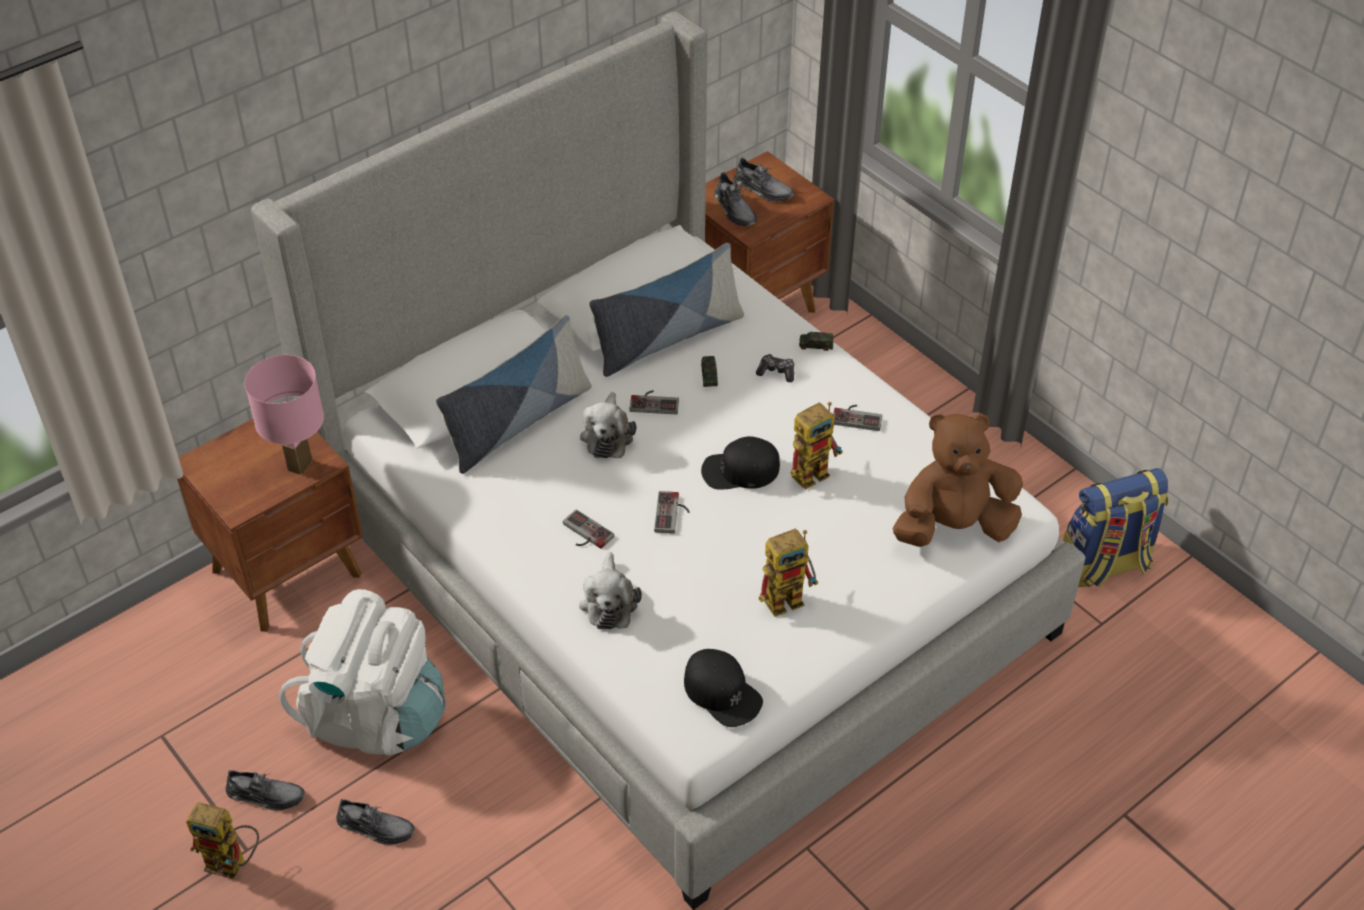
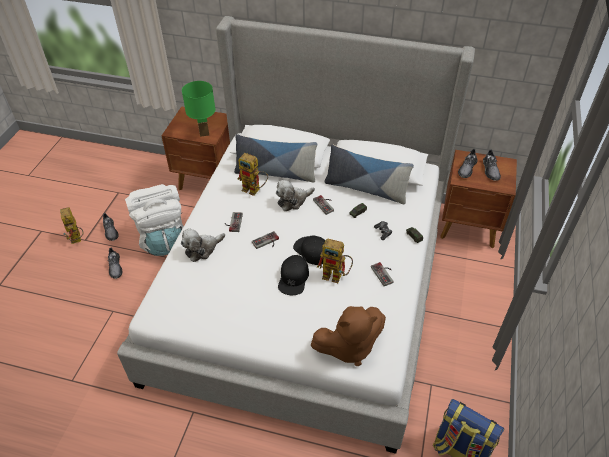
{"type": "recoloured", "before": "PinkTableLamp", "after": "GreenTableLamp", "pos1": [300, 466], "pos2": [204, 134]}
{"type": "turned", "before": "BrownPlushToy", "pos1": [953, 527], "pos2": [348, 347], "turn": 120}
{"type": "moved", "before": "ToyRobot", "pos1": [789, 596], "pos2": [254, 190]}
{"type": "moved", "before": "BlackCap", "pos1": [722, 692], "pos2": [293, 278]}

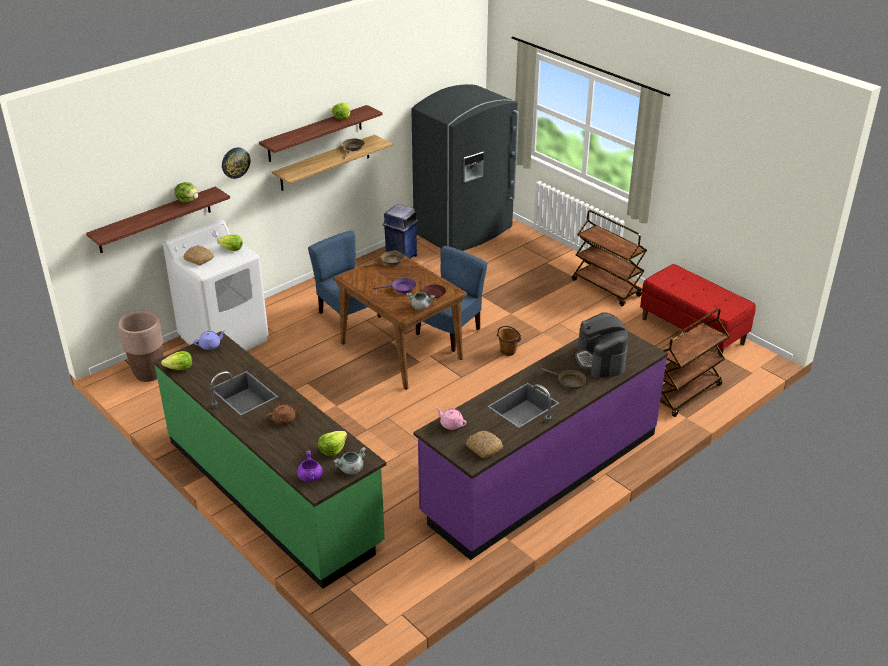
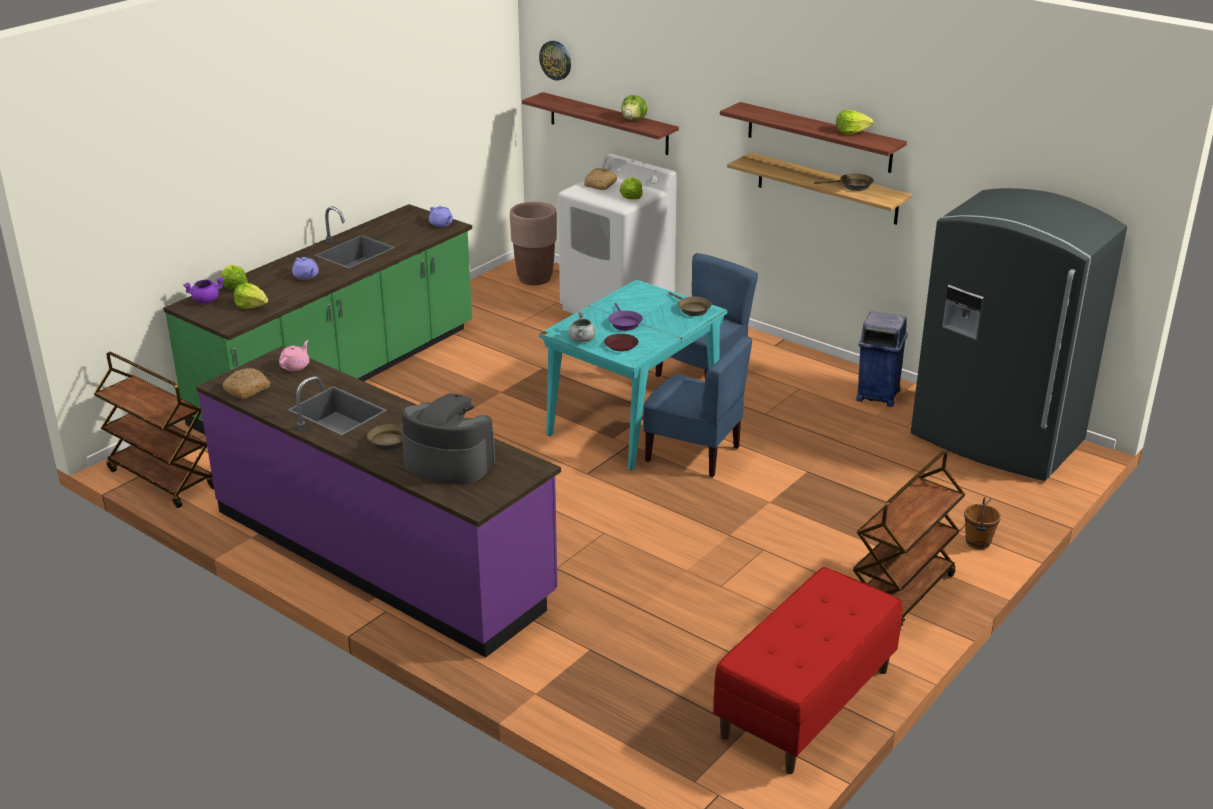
{"type": "moved", "before": "WallClock", "pos1": [235, 162], "pos2": [556, 60]}
{"type": "recoloured", "before": "BrownDiningTable", "after": "TurquoiseDiningTable", "pos1": [401, 351], "pos2": [633, 422]}
{"type": "moved", "before": "BrownCart", "pos1": [684, 394], "pos2": [161, 479]}
{"type": "turned", "before": "CoffeeMachine", "pos1": [600, 360], "pos2": [448, 463], "turn": 45}
{"type": "moved", "before": "BrownBucket", "pos1": [508, 351], "pos2": [978, 543]}
{"type": "moved", "before": "Lettuce", "pos1": [179, 368], "pos2": [234, 286]}
{"type": "recoloured", "before": "BrownTeapot", "after": "PurpleTeapot", "pos1": [285, 419], "pos2": [306, 276]}
{"type": "removed", "before": "GreyCookingPot", "pos1": [351, 470]}

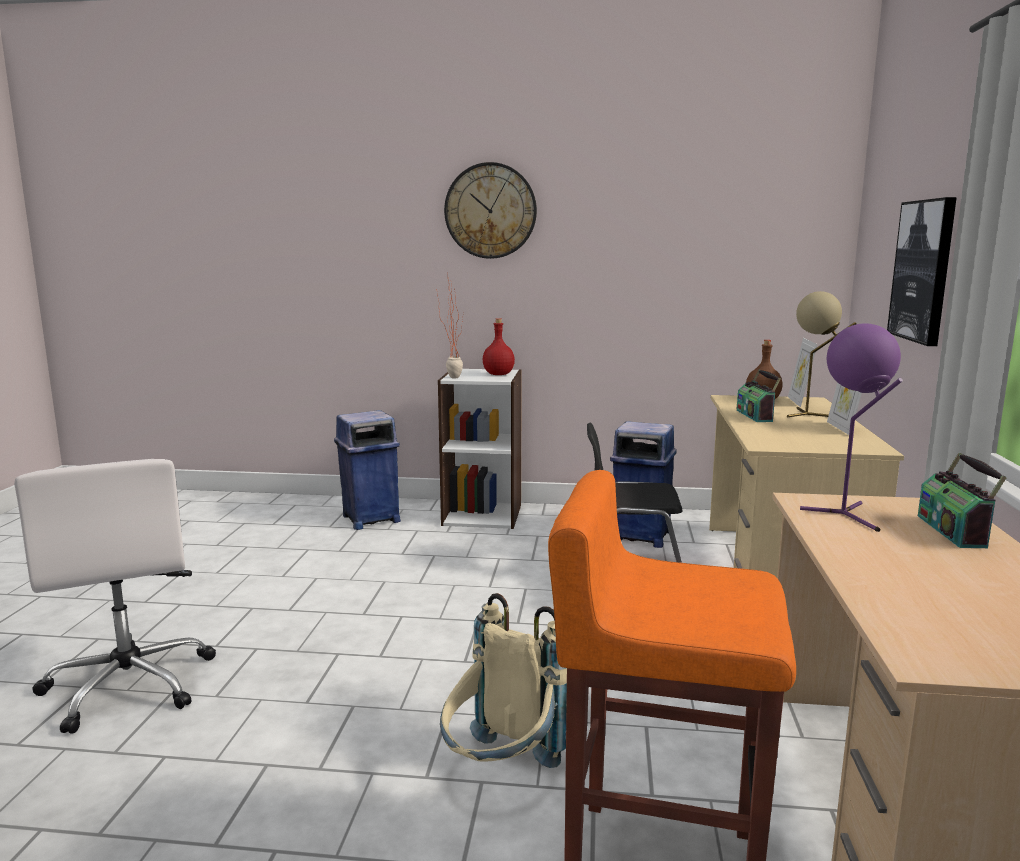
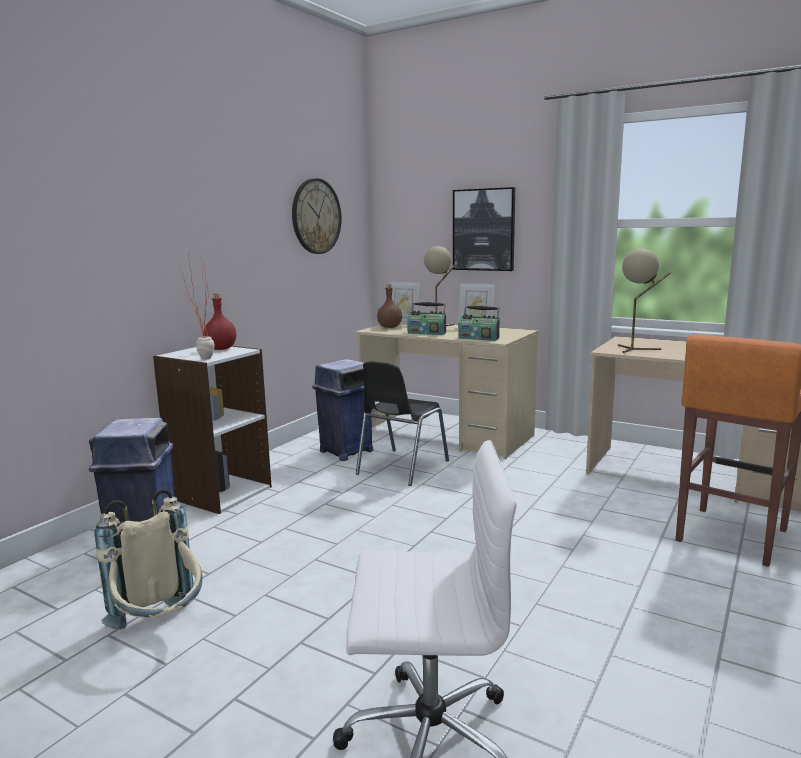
{"type": "moved", "before": "WallClock", "pos1": [490, 211], "pos2": [316, 216]}
{"type": "recoloured", "before": "PurpleTableLamp", "after": "BeigeTableLamp", "pos1": [847, 516], "pos2": [635, 349]}
{"type": "moved", "before": "Radio", "pos1": [953, 531], "pos2": [479, 338]}
{"type": "moved", "before": "BeigeBackpack", "pos1": [501, 772], "pos2": [161, 630]}

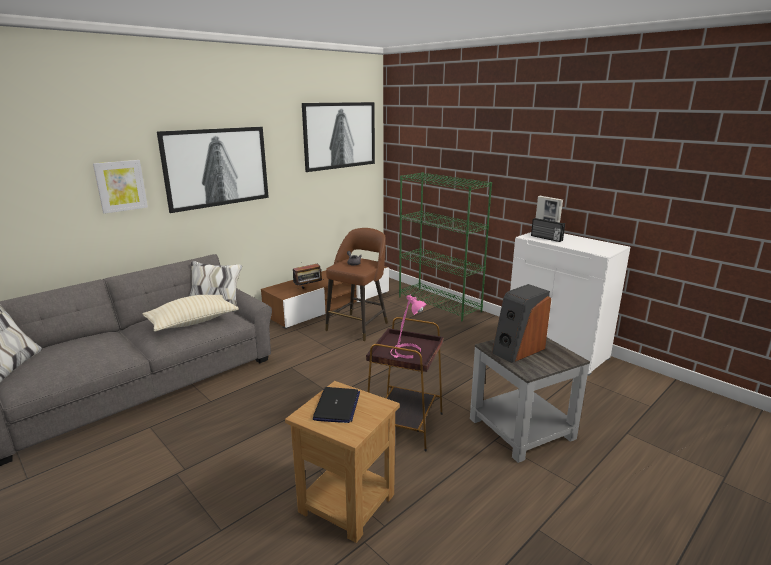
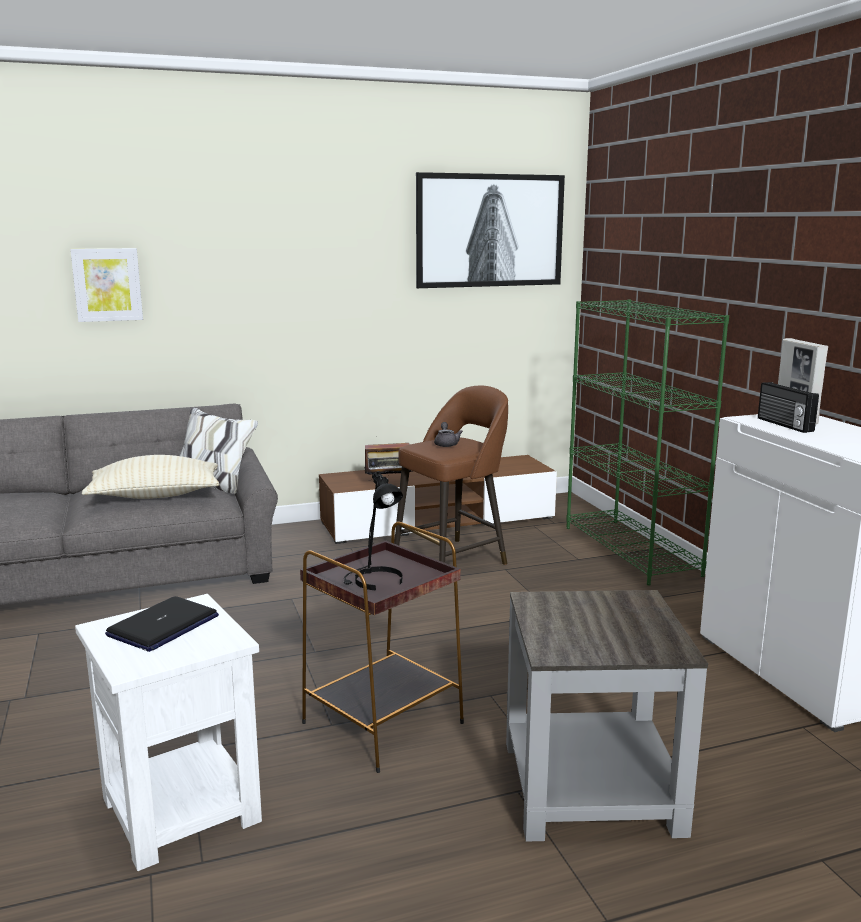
{"type": "removed", "before": "Picture", "pos1": [216, 167]}
{"type": "removed", "before": "Speaker", "pos1": [518, 350]}
{"type": "recoloured", "before": "PinkTableLamp", "after": "BlackTableLamp", "pos1": [407, 352], "pos2": [375, 581]}
{"type": "recoloured", "before": "BrownSideTable", "after": "WhiteSideTable", "pos1": [346, 503], "pos2": [180, 809]}

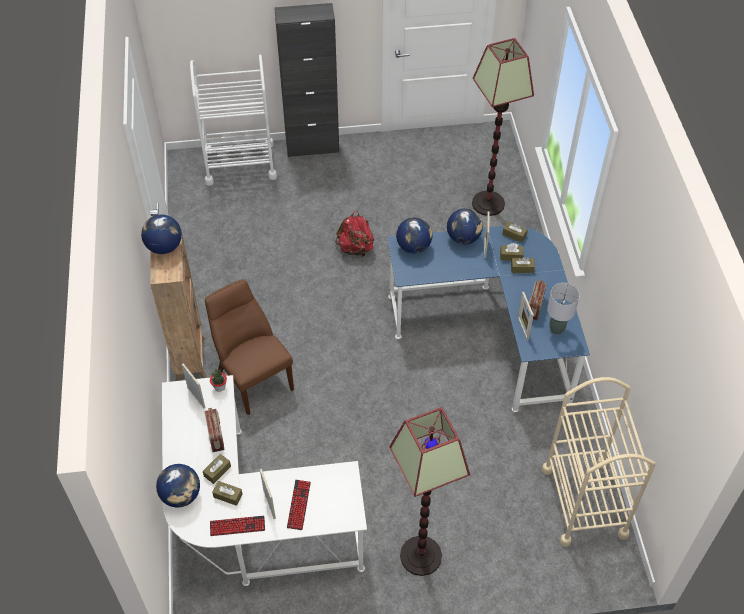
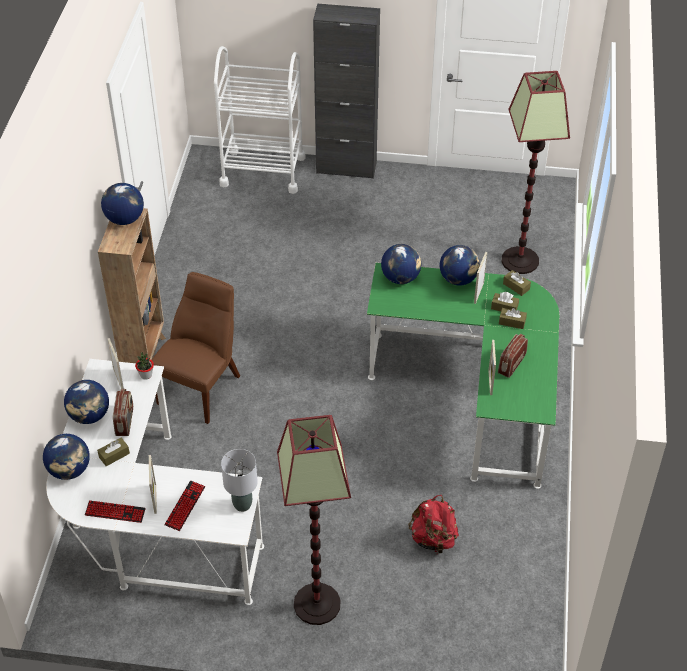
{"type": "moved", "before": "RedBackpack", "pos1": [355, 248], "pos2": [433, 539]}
{"type": "recoloured", "before": "BlueDesk", "after": "GreenDesk", "pos1": [490, 332], "pos2": [474, 393]}
{"type": "turned", "before": "BrownChair", "pos1": [253, 377], "pos2": [202, 387], "turn": 45}
{"type": "moved", "before": "GreyTableLamp", "pos1": [556, 329], "pos2": [242, 504]}
{"type": "removed", "before": "BeigeCart", "pos1": [584, 502]}
{"type": "removed", "before": "BrownTissueBox", "pos1": [228, 495]}
{"type": "added", "after": "Globe", "pos2": [89, 416]}

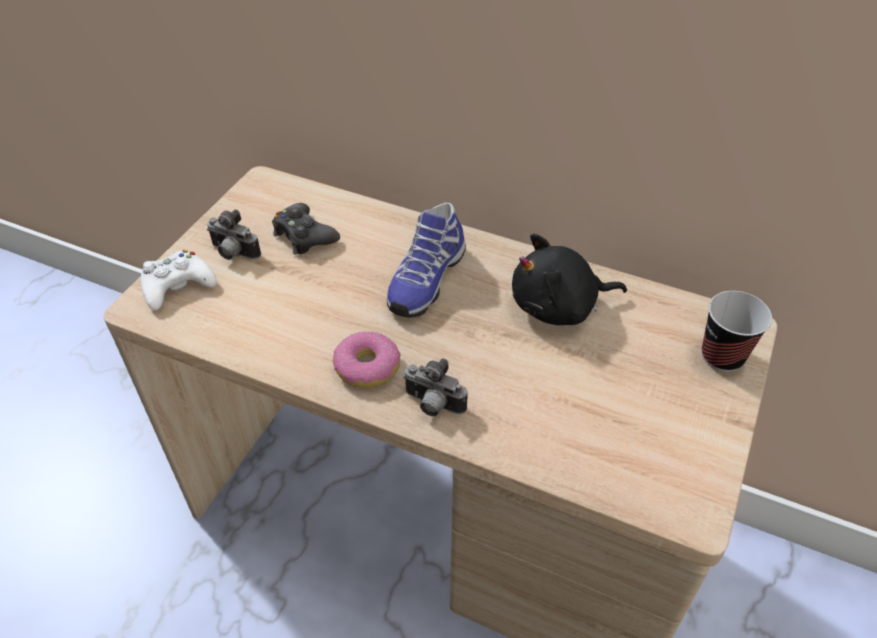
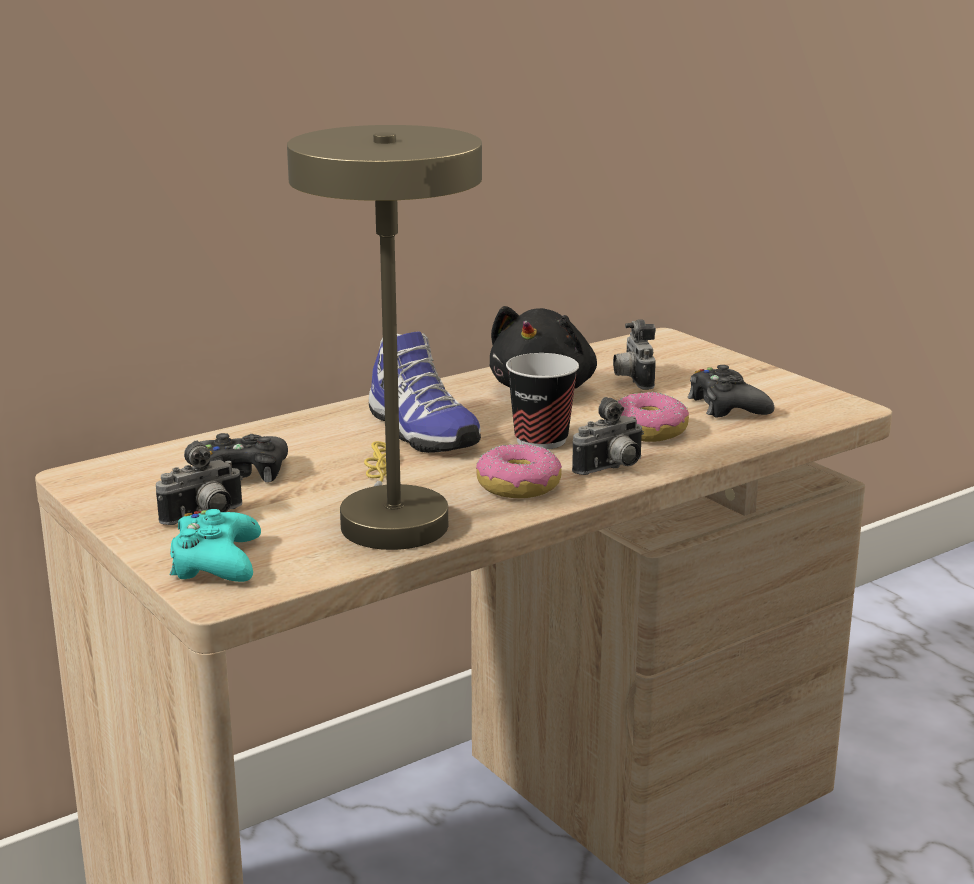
{"type": "recoloured", "before": "WhiteGameController", "after": "TurquoiseGameController", "pos1": [177, 286], "pos2": [216, 562]}
{"type": "moved", "before": "Cup", "pos1": [722, 356], "pos2": [541, 440]}
{"type": "added", "after": "BeigeTableLamp", "pos2": [391, 517]}
{"type": "added", "after": "PhotoCamera", "pos2": [632, 380]}
{"type": "added", "after": "BlackGameController", "pos2": [727, 406]}
{"type": "added", "after": "Donut", "pos2": [648, 431]}

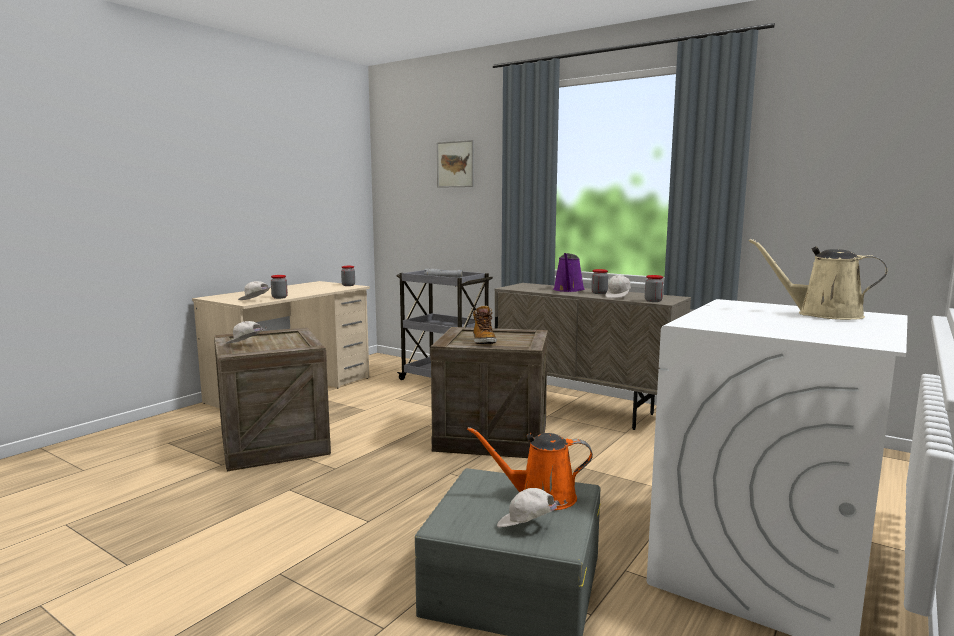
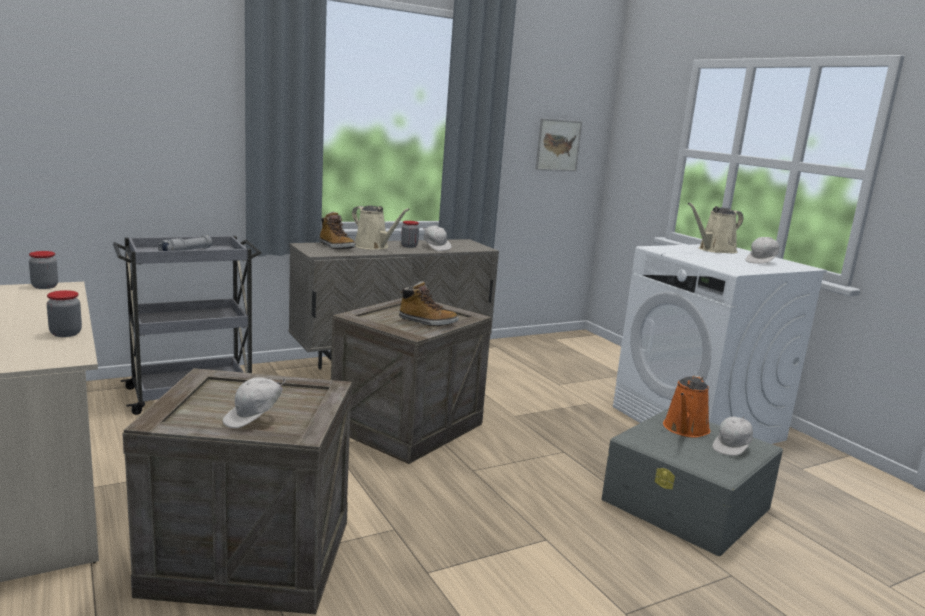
{"type": "moved", "before": "Picture", "pos1": [455, 164], "pos2": [558, 145]}
{"type": "recoloured", "before": "PurpleWateringCan", "after": "BeigeWateringCan", "pos1": [568, 290], "pos2": [373, 246]}
{"type": "removed", "before": "Jar", "pos1": [653, 301]}
{"type": "moved", "before": "WhiteCap", "pos1": [254, 301], "pos2": [762, 262]}
{"type": "added", "after": "Boot", "pos2": [336, 247]}

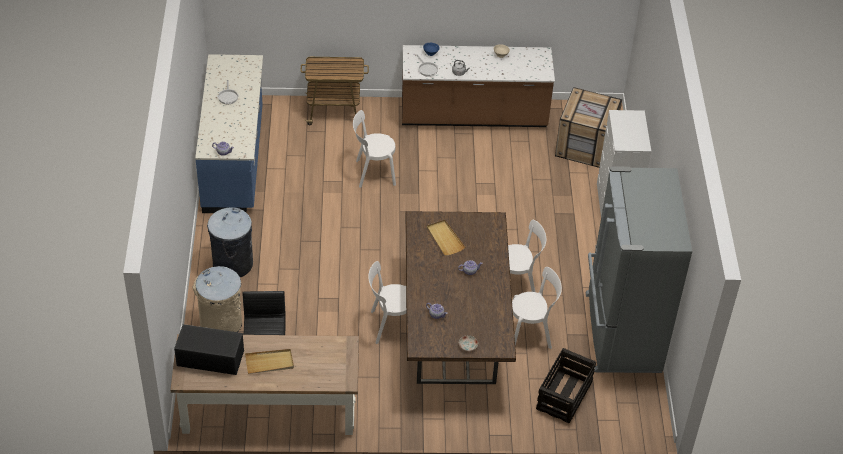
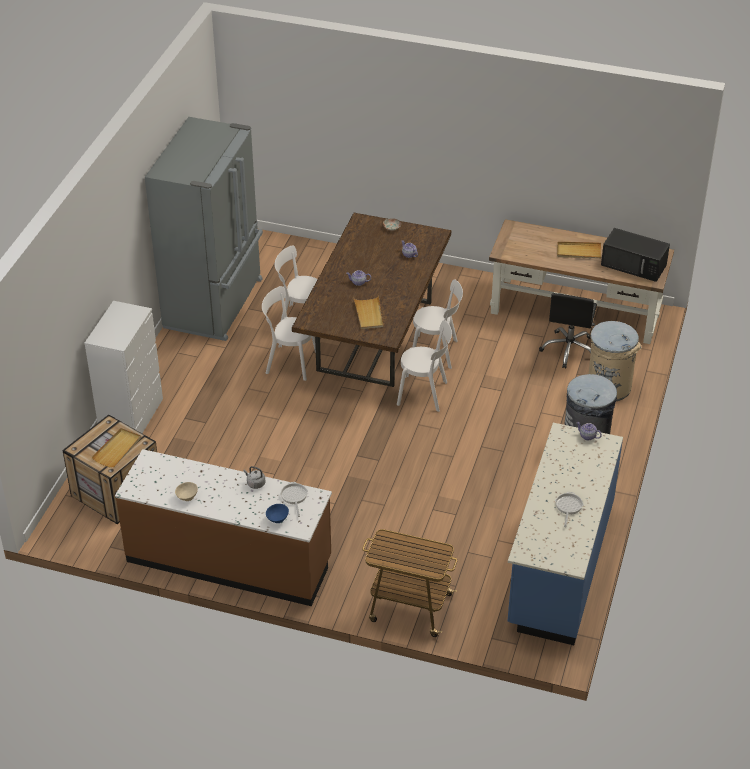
{"type": "moved", "before": "WhiteChair", "pos1": [373, 173], "pos2": [425, 394]}
{"type": "removed", "before": "Crate", "pos1": [564, 396]}
{"type": "added", "after": "BeigeTray", "pos2": [117, 449]}

